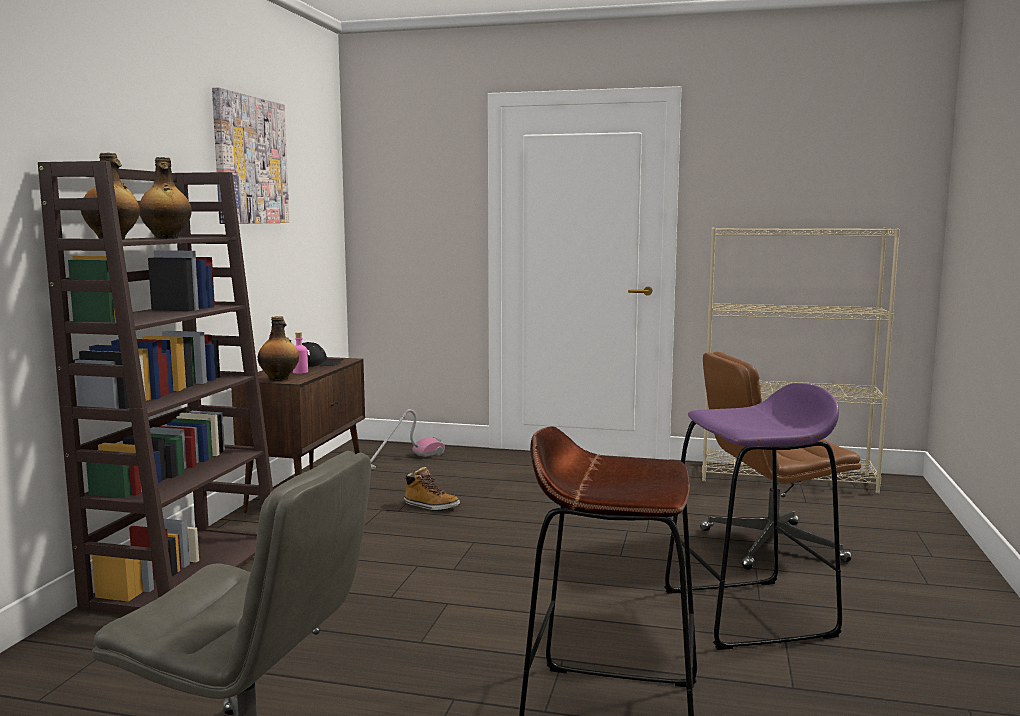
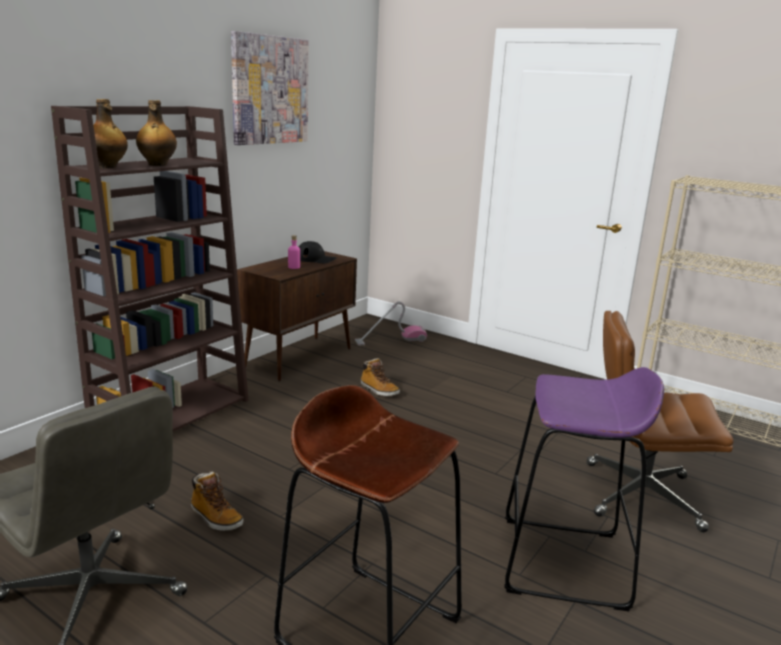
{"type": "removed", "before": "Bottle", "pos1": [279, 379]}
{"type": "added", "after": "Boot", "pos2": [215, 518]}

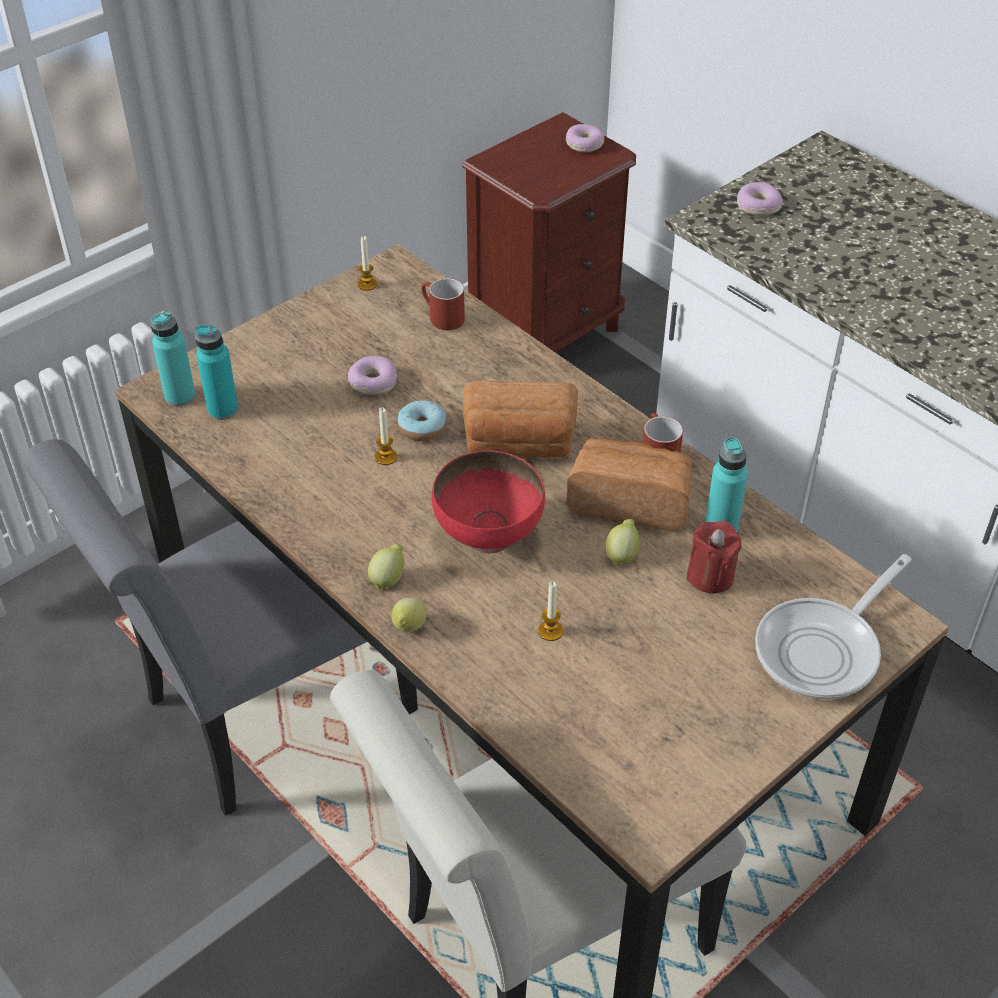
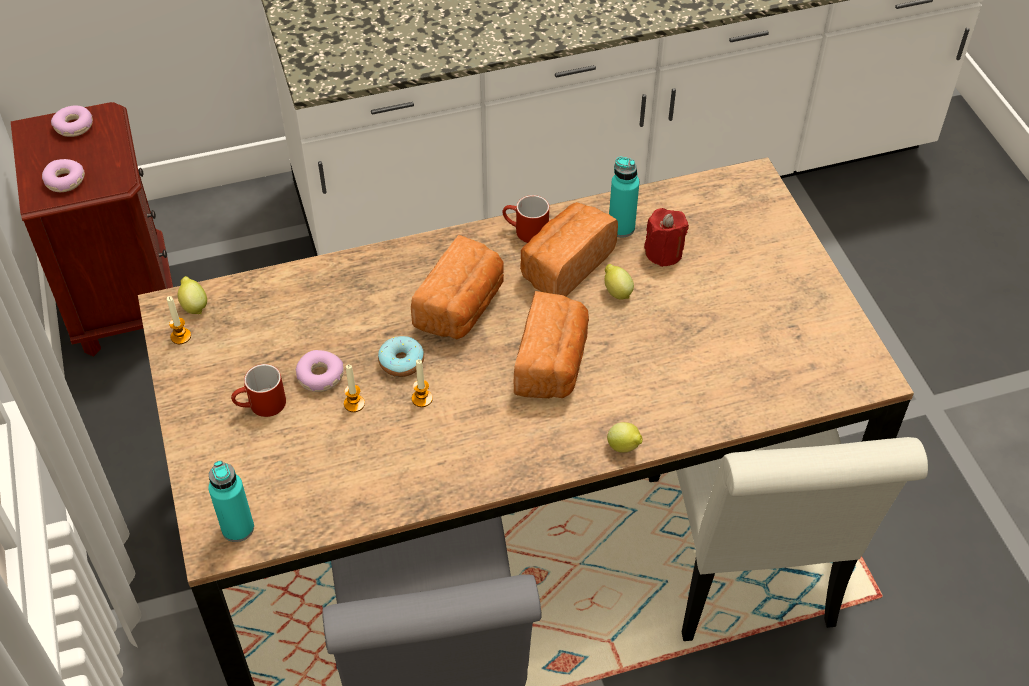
{"type": "moved", "before": "Donut", "pos1": [757, 206], "pos2": [65, 181]}
{"type": "moved", "before": "RedMug", "pos1": [441, 317], "pos2": [261, 406]}
{"type": "removed", "before": "TurquoiseBottle", "pos1": [223, 409]}
{"type": "replaced", "before": "RedBowl", "after": "Bread", "pos1": [487, 536], "pos2": [552, 364]}
{"type": "moved", "before": "Lemon", "pos1": [388, 578], "pos2": [194, 306]}
{"type": "removed", "before": "FryingPan", "pos1": [823, 649]}
{"type": "moved", "before": "Candle", "pos1": [550, 631], "pos2": [354, 404]}

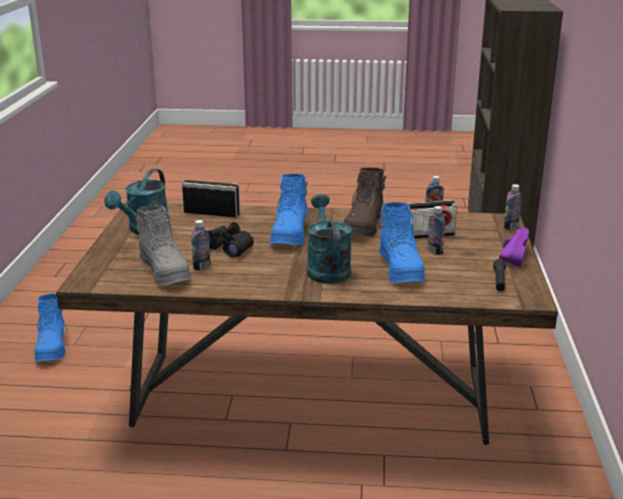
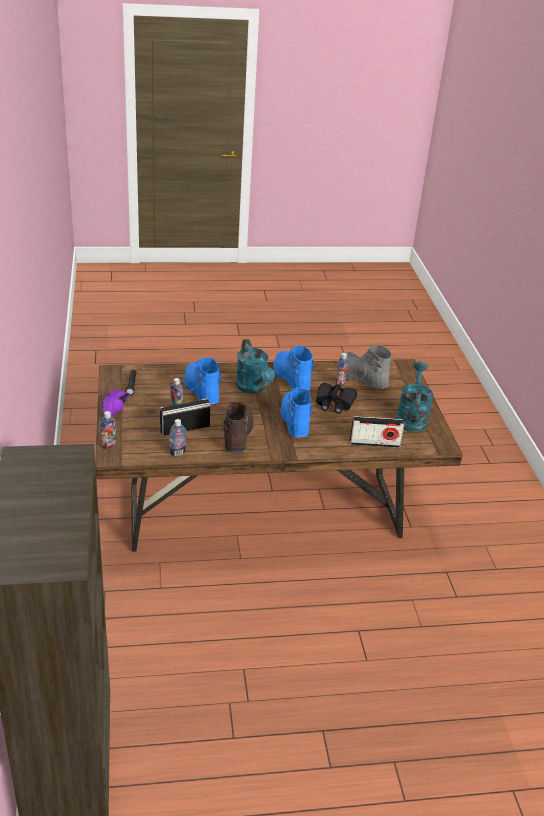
{"type": "moved", "before": "BlueBoot", "pos1": [52, 348], "pos2": [290, 378]}

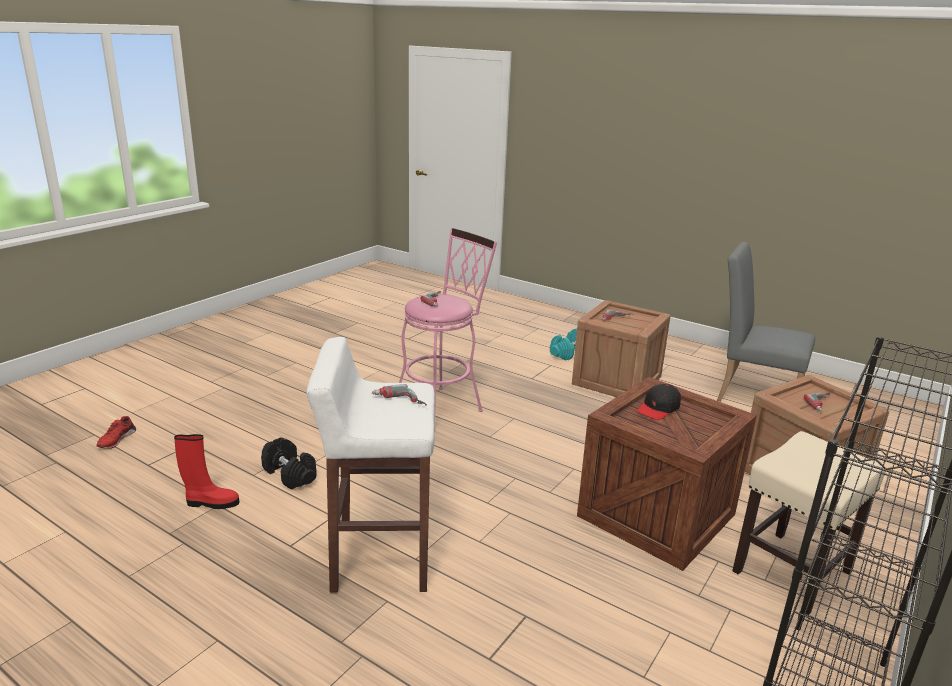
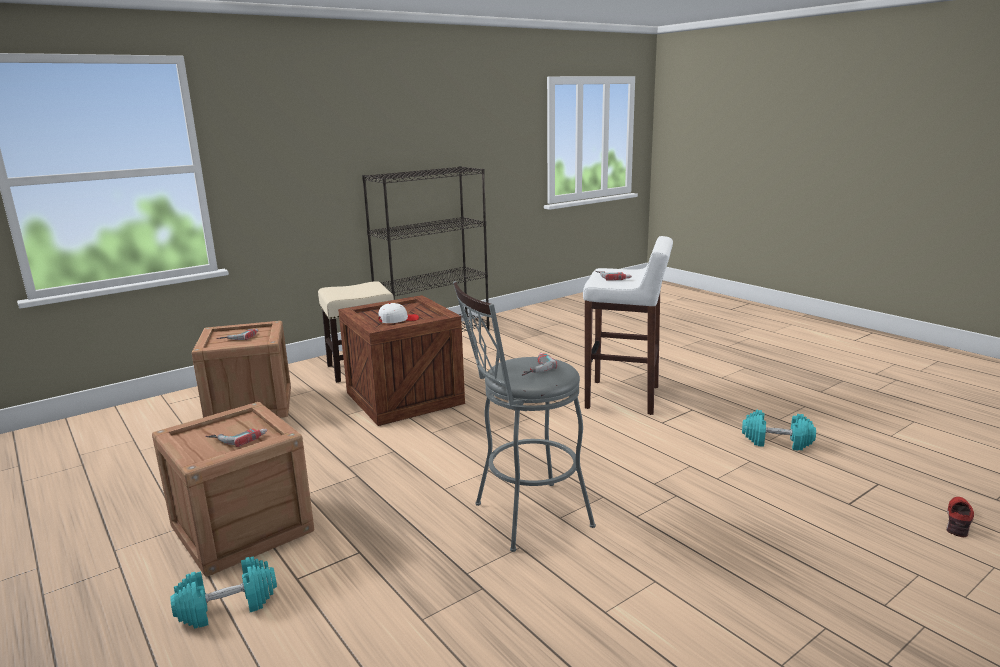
{"type": "recoloured", "before": "PinkStool", "after": "GreyStool", "pos1": [443, 406], "pos2": [523, 517]}
{"type": "removed", "before": "GreyChair", "pos1": [751, 395]}
{"type": "recoloured", "before": "BlackCap", "after": "WhiteCap", "pos1": [658, 408], "pos2": [398, 320]}
{"type": "replaced", "before": "RedBoot", "after": "TurquoiseDumbbell", "pos1": [211, 503], "pos2": [776, 442]}
{"type": "removed", "before": "BlackDumbbell", "pos1": [290, 474]}

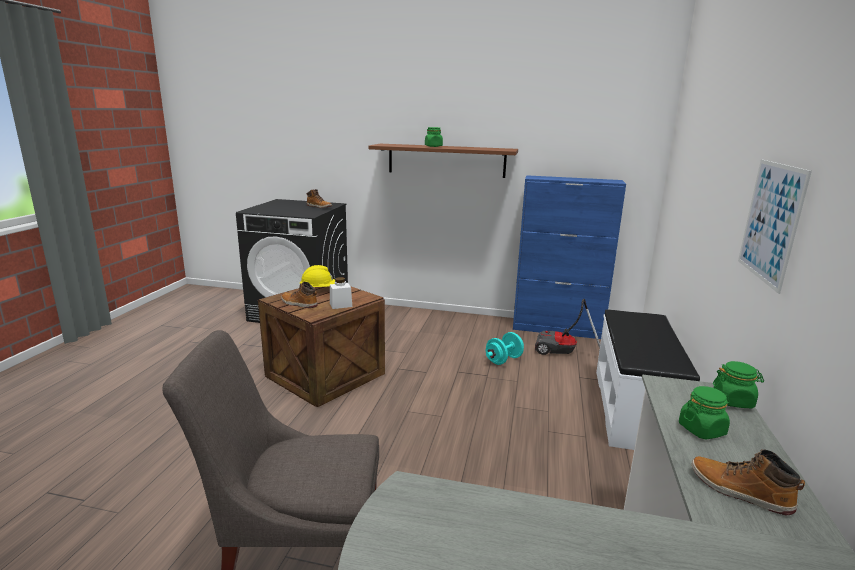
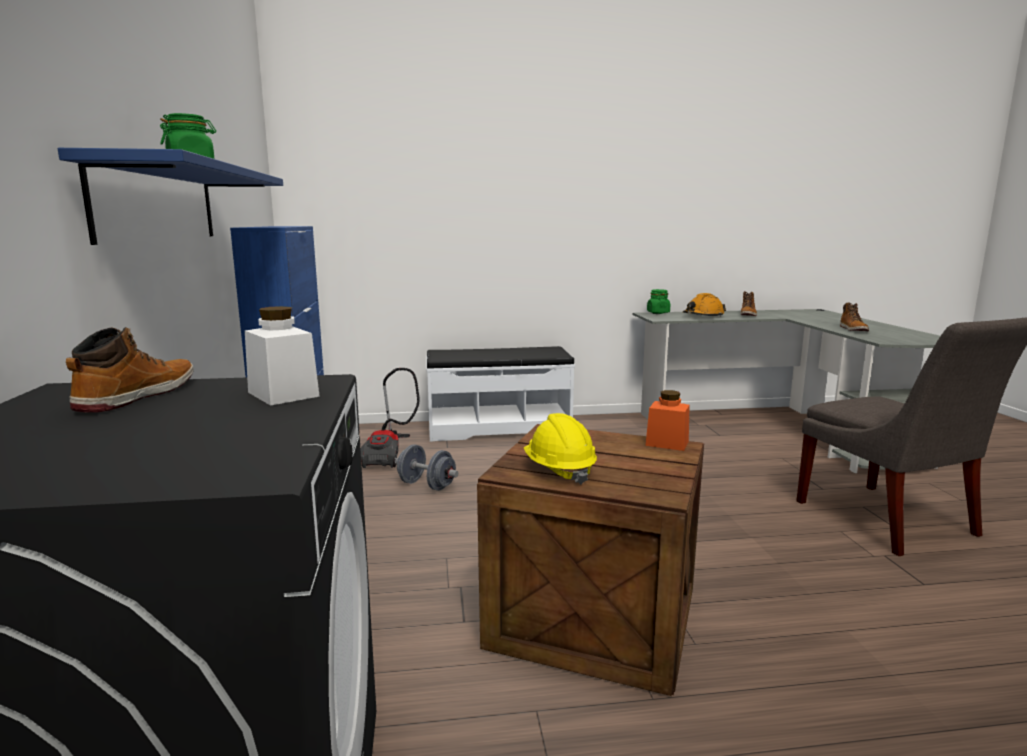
{"type": "recoloured", "before": "BrownShelf", "after": "BlueShelf", "pos1": [446, 160], "pos2": [159, 203]}
{"type": "removed", "before": "Picture", "pos1": [770, 222]}
{"type": "moved", "before": "WhiteJar", "pos1": [341, 305], "pos2": [283, 394]}
{"type": "moved", "before": "Boot", "pos1": [298, 304], "pos2": [854, 329]}
{"type": "recoloured", "before": "TurquoiseDumbbell", "after": "GreyDumbbell", "pos1": [503, 360], "pos2": [426, 485]}
{"type": "replaced", "before": "GreenJar", "after": "OrangeHardHat", "pos1": [702, 429], "pos2": [703, 316]}
{"type": "added", "after": "OrangeJar", "pos2": [667, 443]}

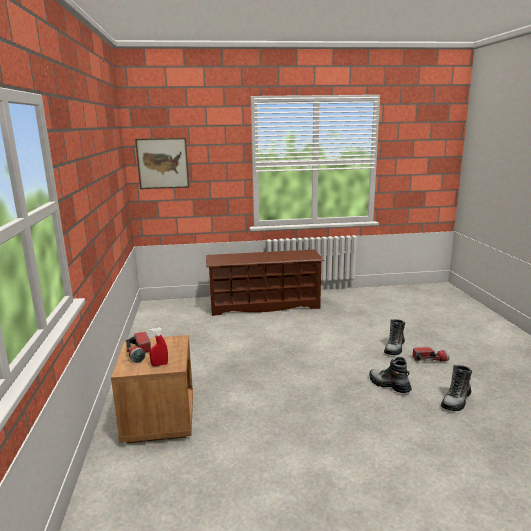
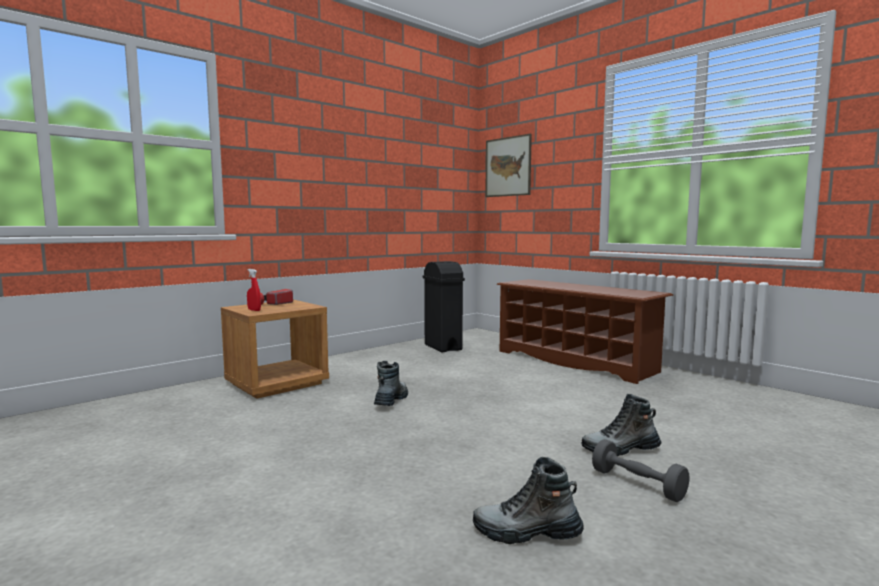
{"type": "replaced", "before": "Flashlight", "after": "GreyDumbbell", "pos1": [430, 360], "pos2": [637, 484]}
{"type": "moved", "before": "Boot", "pos1": [389, 385], "pos2": [391, 401]}
{"type": "added", "after": "BlackTrashCan", "pos2": [443, 347]}

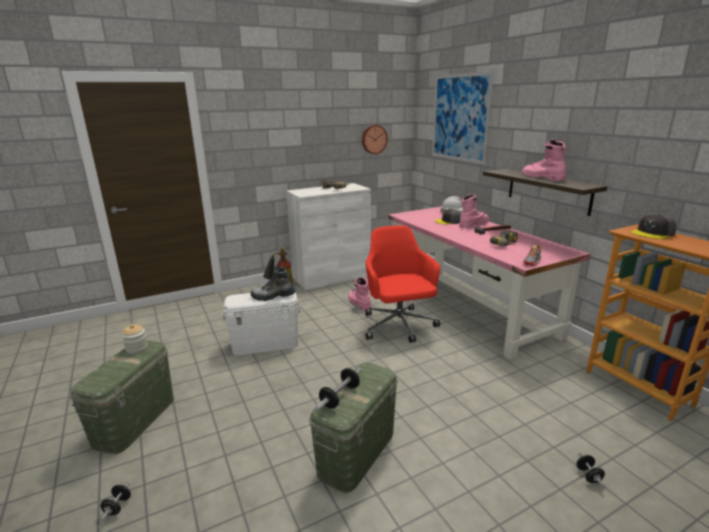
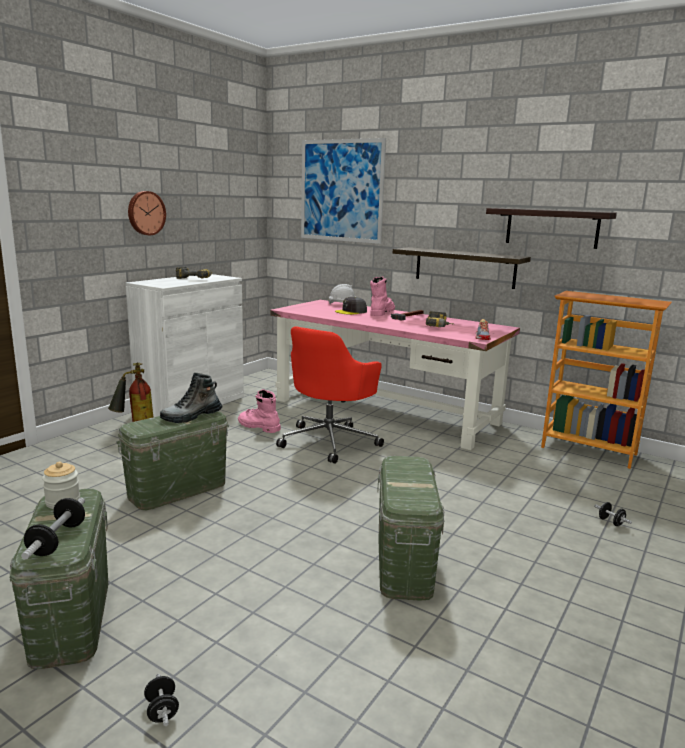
{"type": "moved", "before": "WallClock", "pos1": [374, 139], "pos2": [145, 213]}
{"type": "removed", "before": "PinkBoot", "pos1": [541, 177]}
{"type": "removed", "before": "GreyCap", "pos1": [653, 233]}
{"type": "turned", "before": "RedOfficeChair", "pos1": [399, 326], "pos2": [330, 441], "turn": -105}
{"type": "recoloured", "before": "WhiteStorageBox", "after": "GreenStorageBox", "pos1": [265, 344], "pos2": [177, 489]}
{"type": "moved", "before": "Dumbbell", "pos1": [340, 396], "pos2": [57, 540]}
{"type": "added", "after": "Shelf", "pos2": [552, 228]}

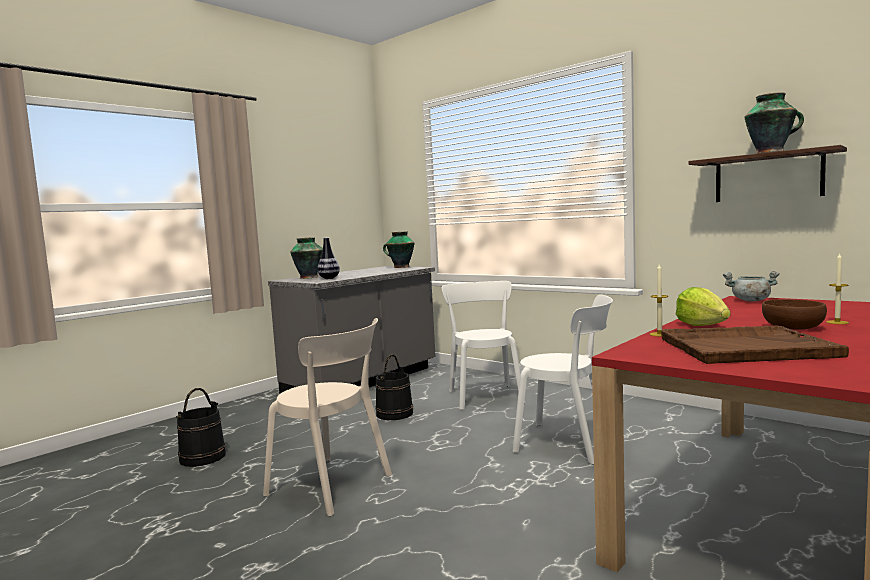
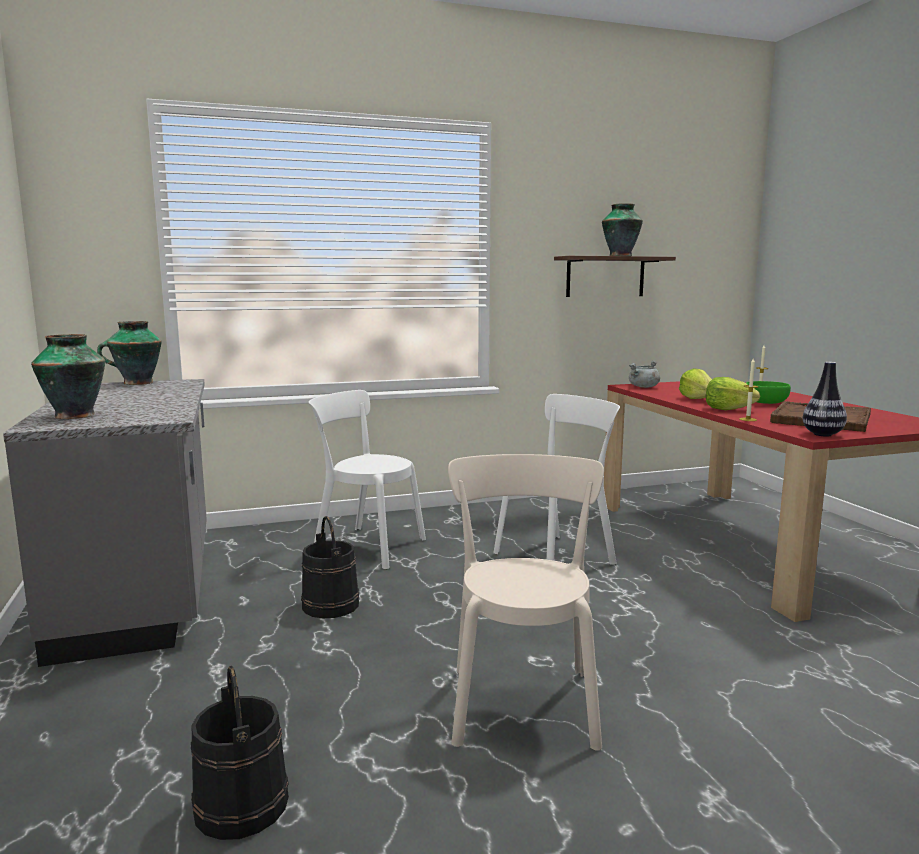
{"type": "moved", "before": "Vase", "pos1": [329, 278], "pos2": [822, 434]}
{"type": "recoloured", "before": "BrownBowl", "after": "GreenBowl", "pos1": [792, 328], "pos2": [766, 403]}
{"type": "turned", "before": "BeigeChair", "pos1": [333, 486], "pos2": [523, 700], "turn": -60}
{"type": "added", "after": "Lettuce", "pos2": [697, 399]}

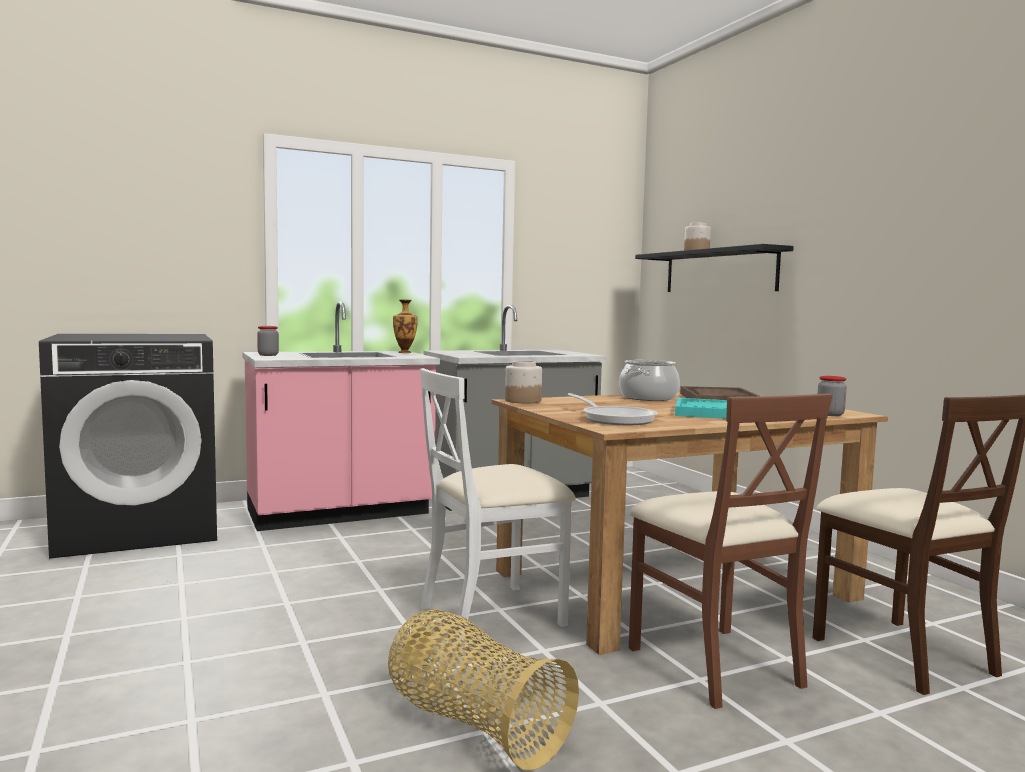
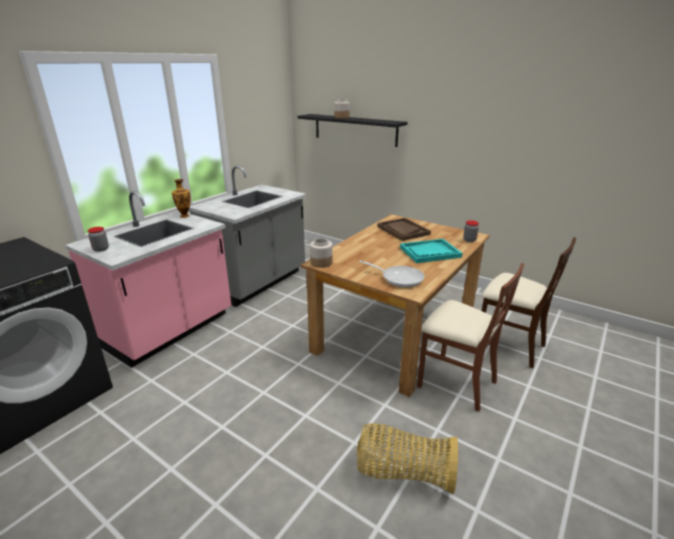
{"type": "removed", "before": "CookingPot", "pos1": [648, 398]}
{"type": "removed", "before": "WhiteChair", "pos1": [493, 613]}

